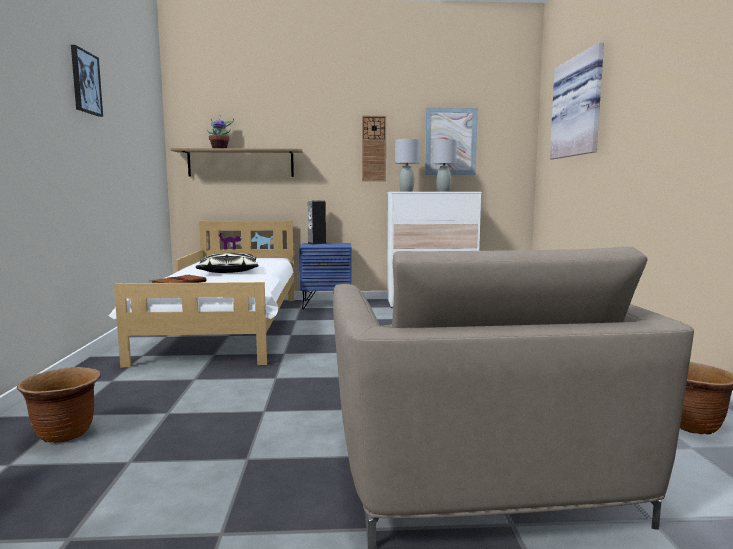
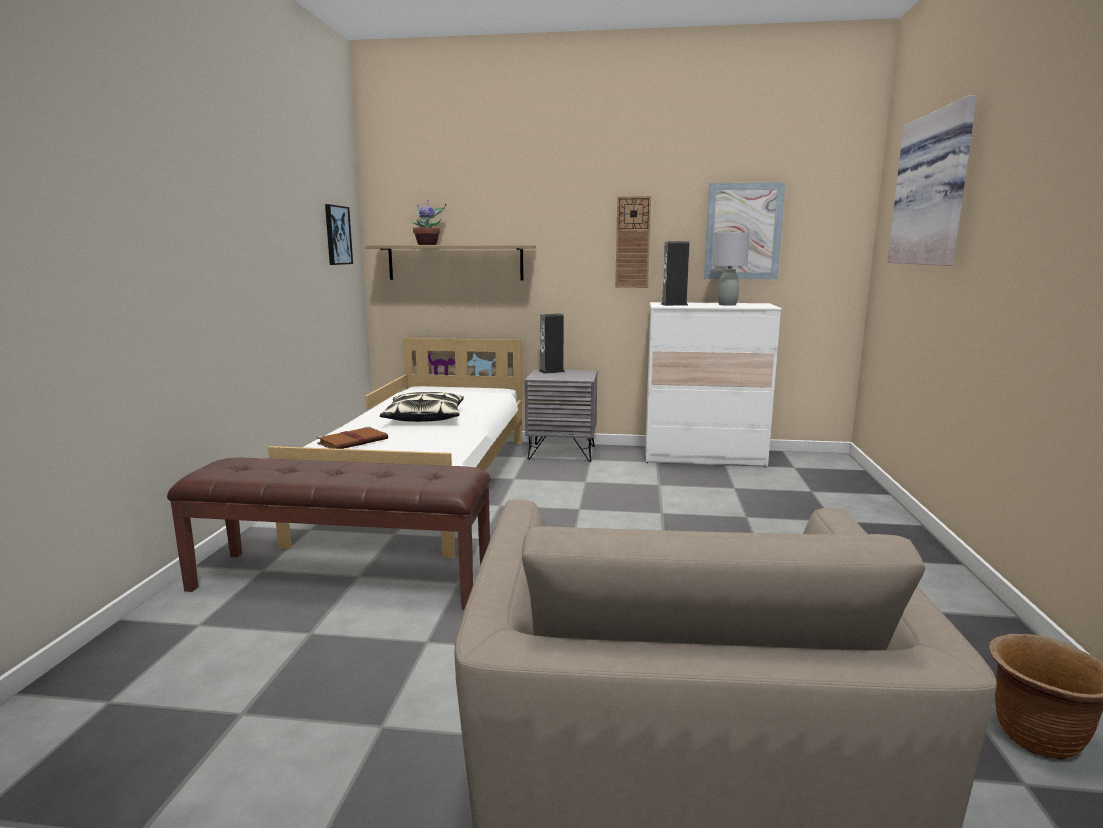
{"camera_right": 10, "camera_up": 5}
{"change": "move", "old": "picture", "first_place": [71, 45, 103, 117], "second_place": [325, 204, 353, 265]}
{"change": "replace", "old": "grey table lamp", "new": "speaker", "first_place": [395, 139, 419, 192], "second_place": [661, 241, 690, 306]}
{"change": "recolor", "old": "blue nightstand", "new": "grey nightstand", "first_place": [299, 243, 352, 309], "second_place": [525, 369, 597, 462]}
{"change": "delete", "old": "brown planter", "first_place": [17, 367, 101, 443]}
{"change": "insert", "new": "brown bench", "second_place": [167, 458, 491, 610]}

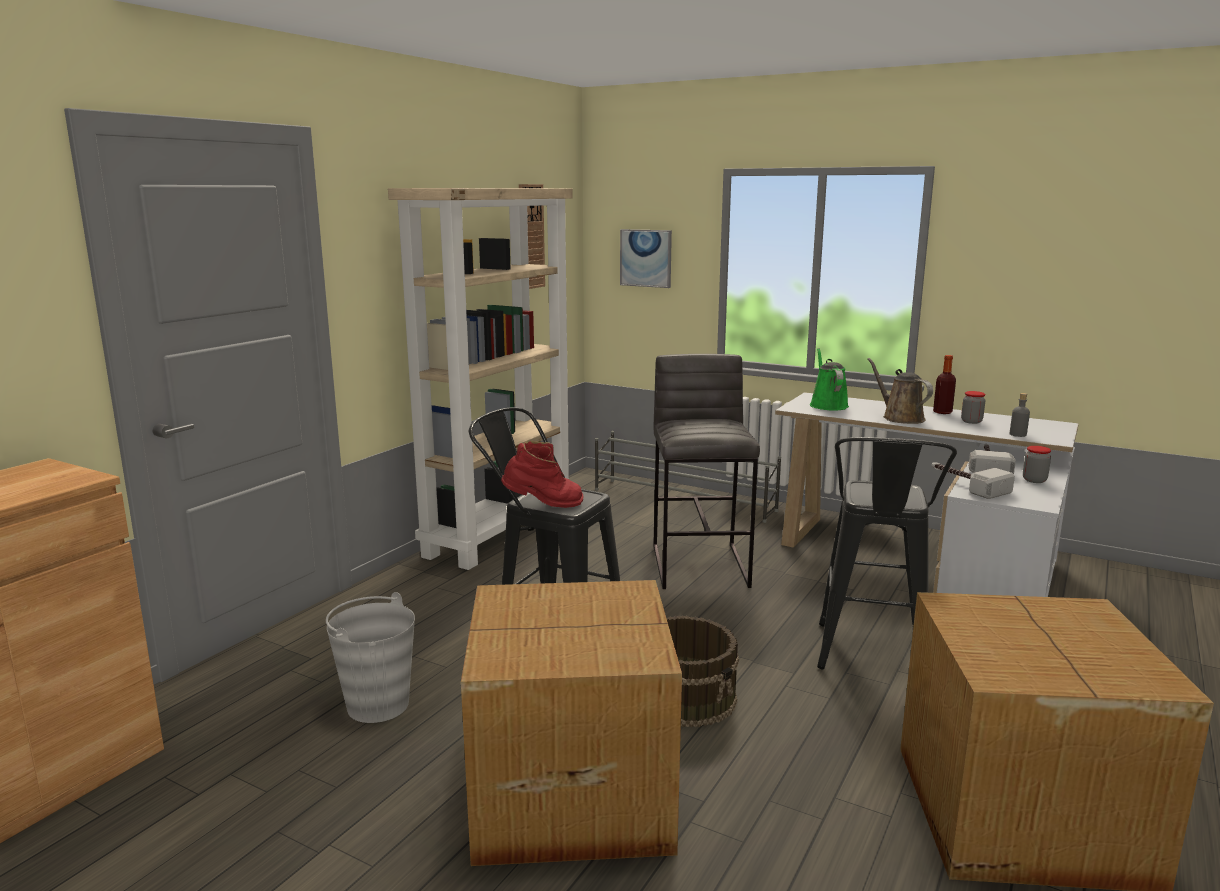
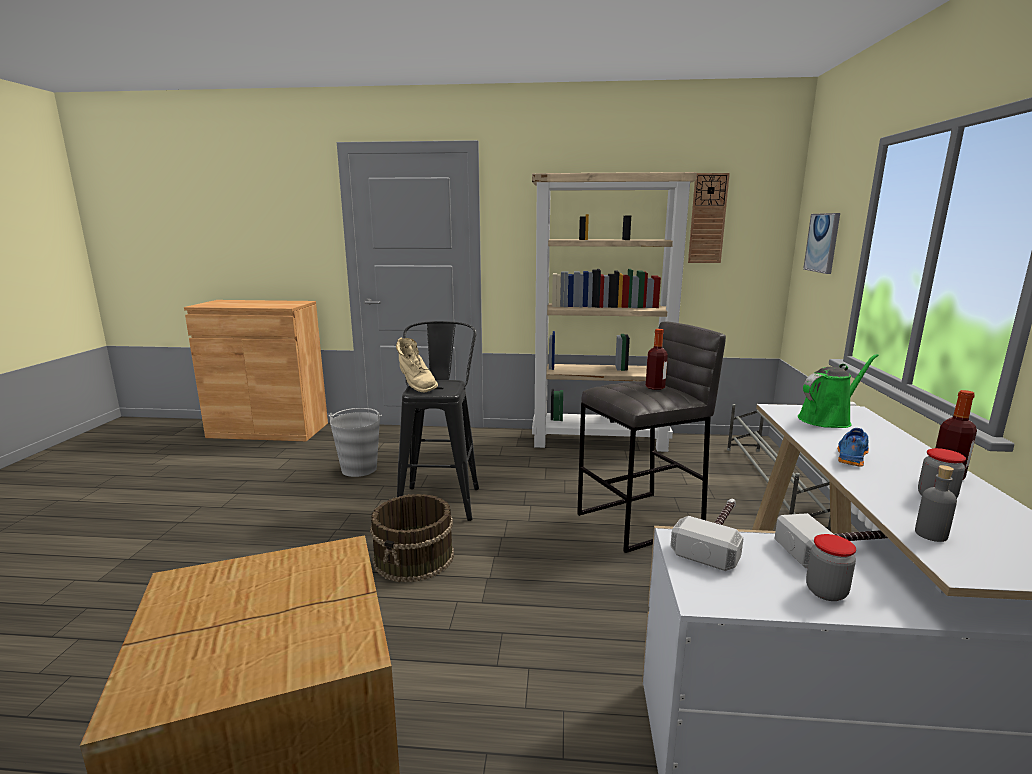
{"camera_right": 65, "camera_up": 0}
{"change": "replace", "old": "brown watering can", "new": "blue shoe", "first_place": [867, 358, 933, 424], "second_place": [837, 428, 869, 467]}
{"change": "delete", "old": "black stool", "first_place": [817, 437, 957, 669]}
{"change": "recolor", "old": "red boot", "new": "beige boot", "first_place": [501, 441, 584, 508], "second_place": [396, 338, 438, 392]}
{"change": "delete", "old": "cardboard box", "first_place": [461, 580, 682, 866]}
{"change": "insert", "new": "bottle", "second_place": [646, 329, 668, 390]}

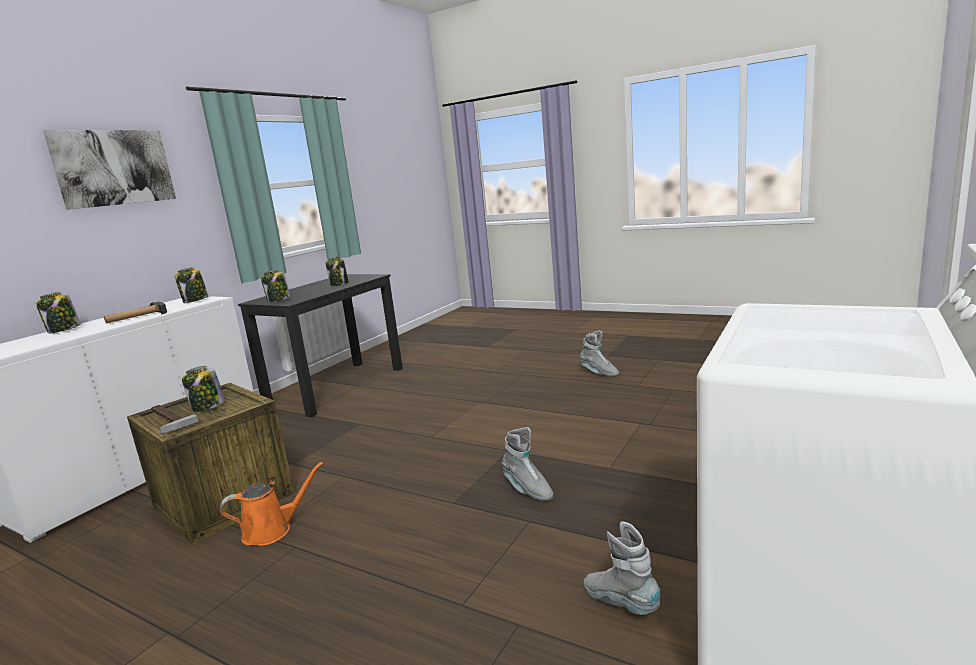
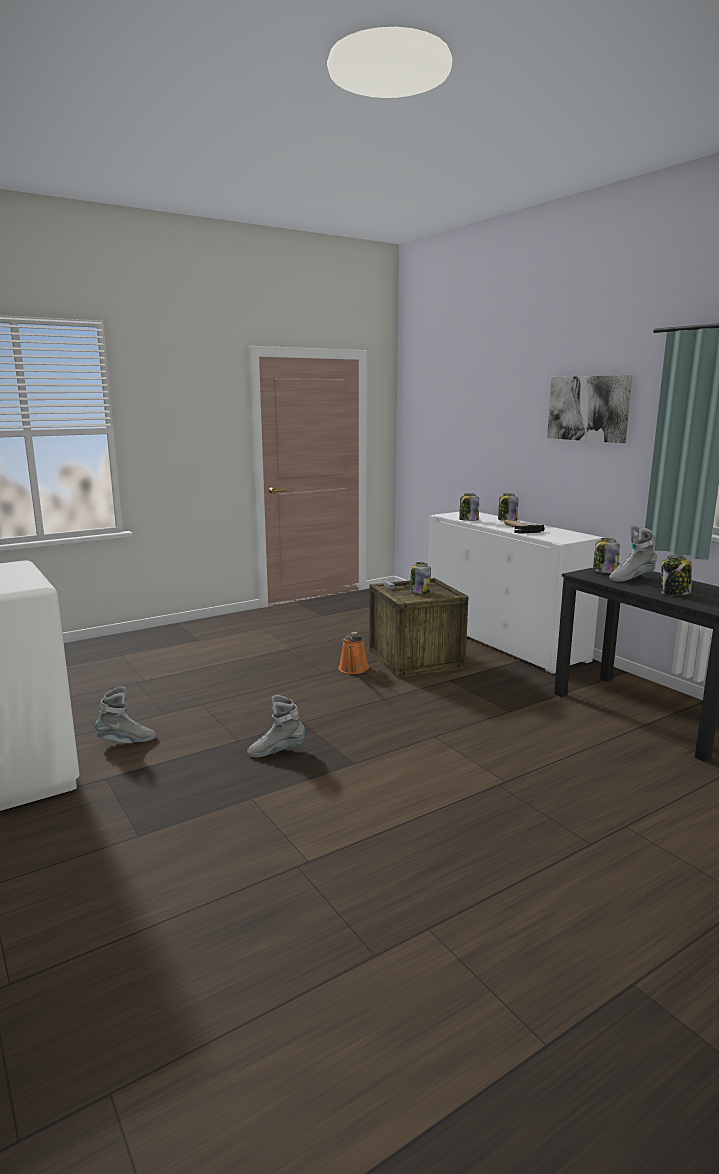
{"camera_right": 115, "camera_up": 0}
{"change": "move", "old": "jar", "first_place": [175, 267, 208, 303], "second_place": [459, 493, 479, 521]}
{"change": "move", "old": "grey boot", "first_place": [580, 331, 619, 376], "second_place": [609, 525, 657, 582]}

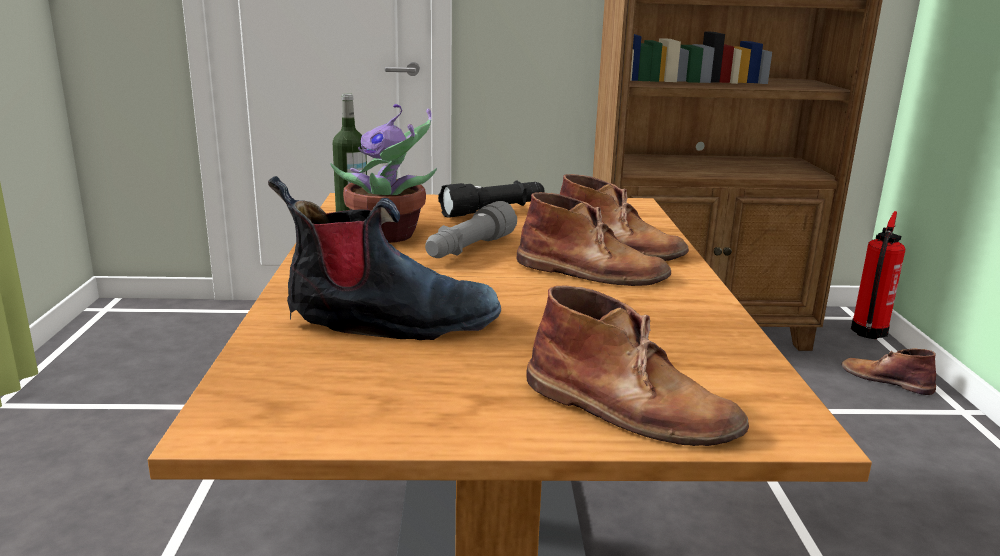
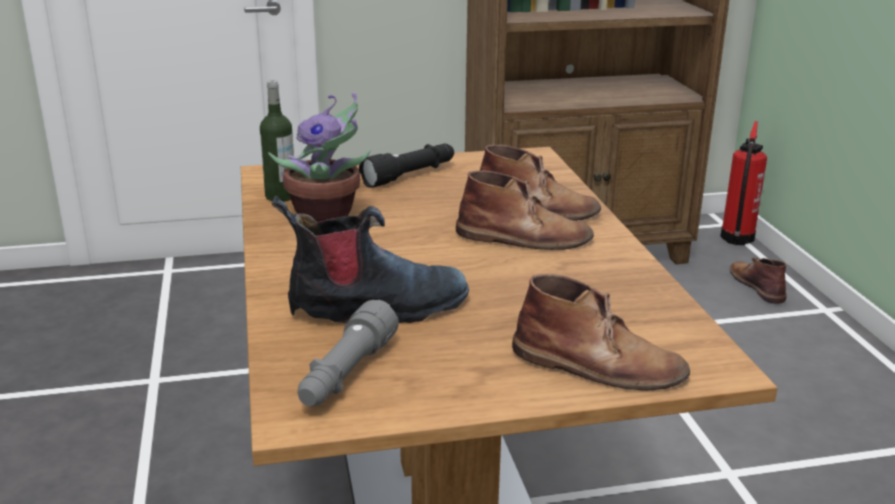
{"camera_right": -10, "camera_up": 5}
{"change": "move", "old": "grey flashlight", "first_place": [425, 201, 517, 258], "second_place": [298, 300, 399, 406]}
{"change": "rotate", "old": "brown boot", "first_place": [842, 349, 936, 395], "second_place": [730, 257, 787, 304], "degrees": 45}

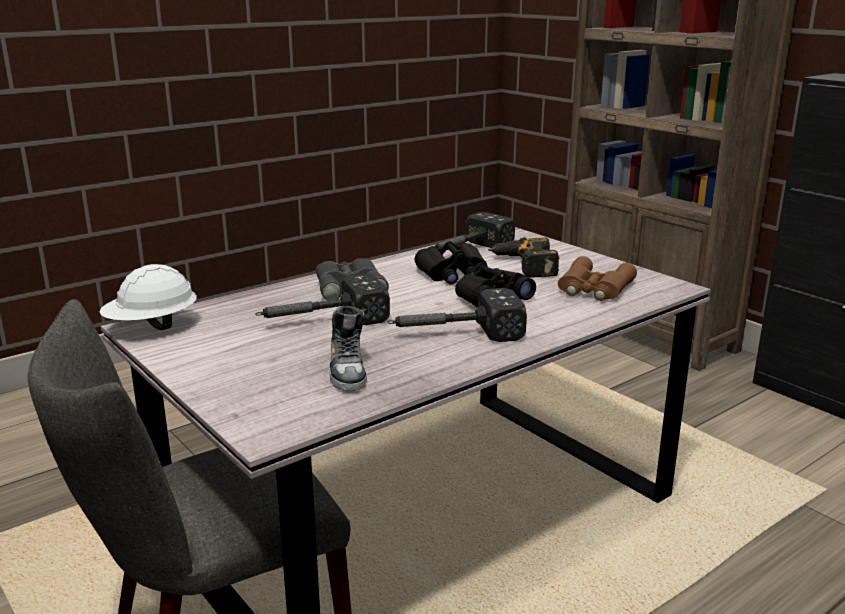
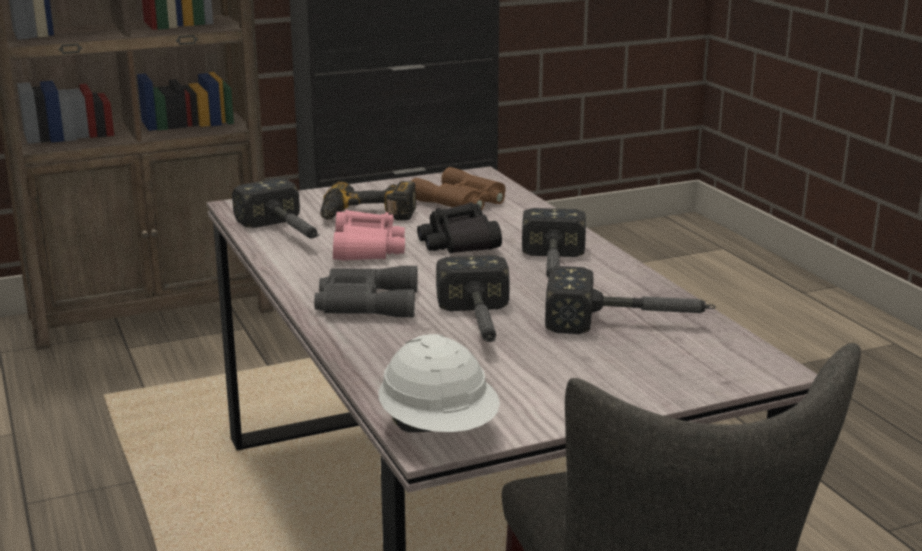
{"camera_right": -75, "camera_up": 0}
{"change": "recolor", "old": "black binoculars", "new": "pink binoculars", "first_place": [414, 241, 487, 285], "second_place": [333, 210, 405, 261]}
{"change": "replace", "old": "shoe", "new": "hammer", "first_place": [329, 306, 367, 391], "second_place": [545, 266, 716, 334]}

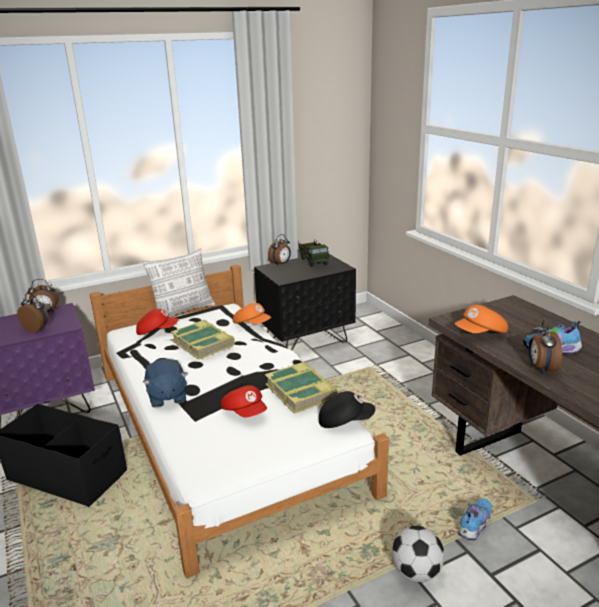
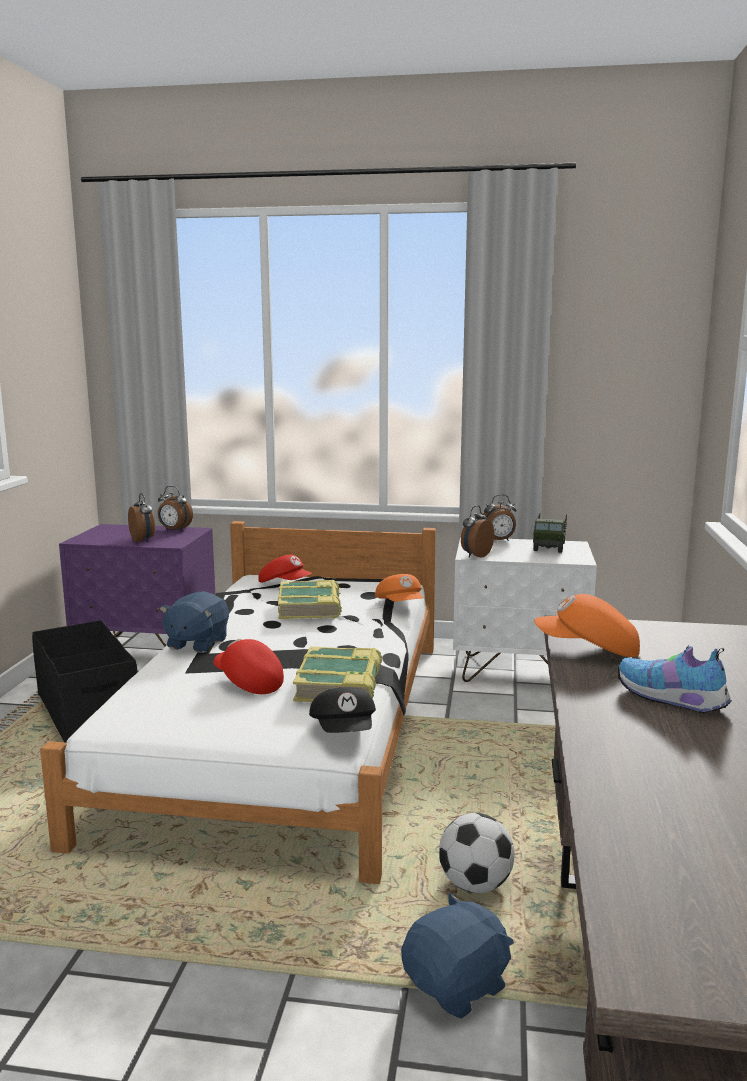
{"camera_right": 35, "camera_up": -10}
{"change": "delete", "old": "pillow", "first_place": [142, 249, 216, 317]}
{"change": "recolor", "old": "black nightstand", "new": "white nightstand", "first_place": [254, 254, 356, 350], "second_place": [453, 537, 597, 682]}
{"change": "move", "old": "alarm clock", "first_place": [528, 320, 562, 374], "second_place": [461, 505, 494, 558]}
{"change": "rotate", "old": "red cap", "first_place": [221, 385, 267, 417], "second_place": [214, 639, 284, 694], "degrees": 135}
{"change": "rotate", "old": "black cap", "first_place": [319, 391, 375, 428], "second_place": [309, 687, 376, 733], "degrees": 45}
{"change": "replace", "old": "shoe", "new": "blue plush toy", "first_place": [458, 499, 492, 540], "second_place": [401, 893, 514, 1019]}
{"change": "move", "old": "football", "first_place": [392, 526, 444, 582], "second_place": [439, 813, 515, 893]}

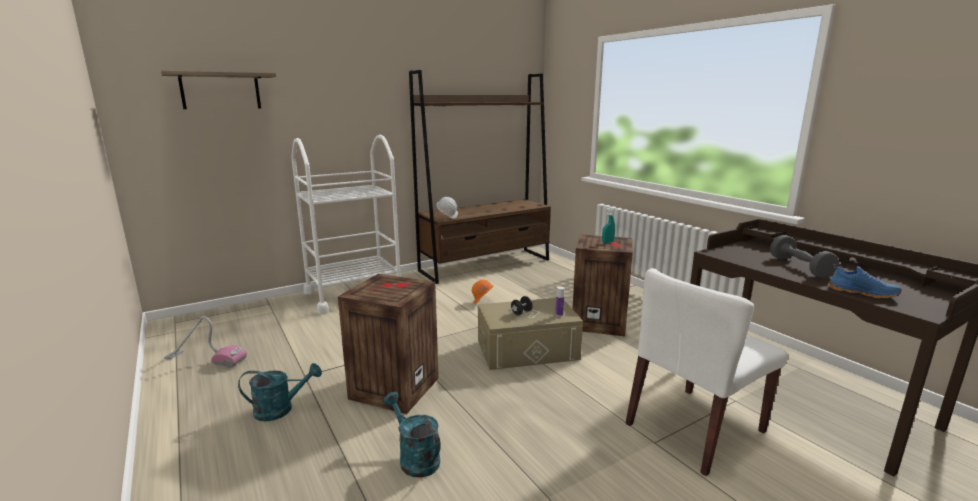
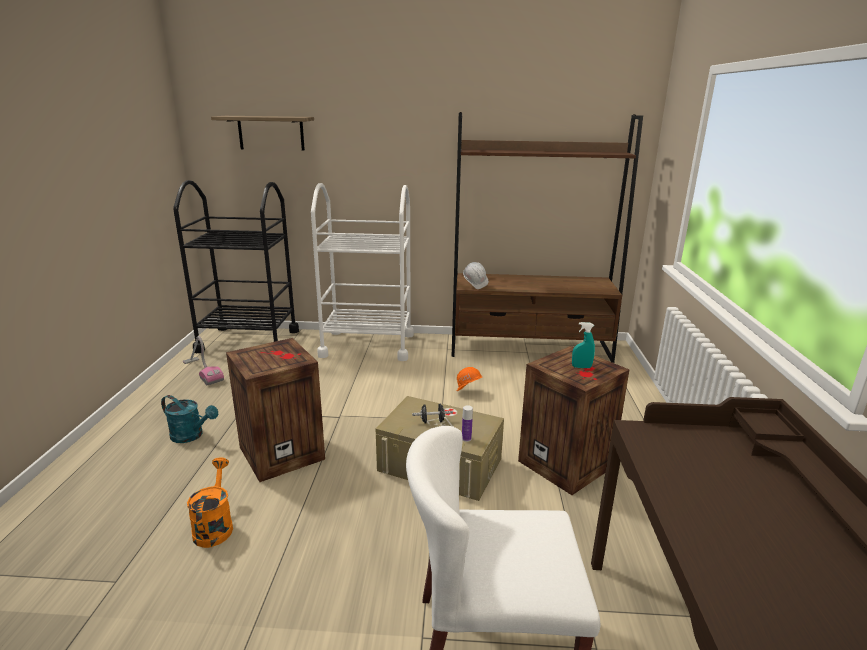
{"camera_right": 35, "camera_up": 5}
{"change": "delete", "old": "grey dumbbell", "first_place": [770, 235, 839, 278]}
{"change": "delete", "old": "blue shoe", "first_place": [828, 264, 902, 298]}
{"change": "recolor", "old": "turquoise watering can", "new": "orange watering can", "first_place": [383, 392, 441, 478], "second_place": [187, 457, 233, 548]}
{"change": "insert", "new": "black cart", "second_place": [173, 180, 299, 353]}

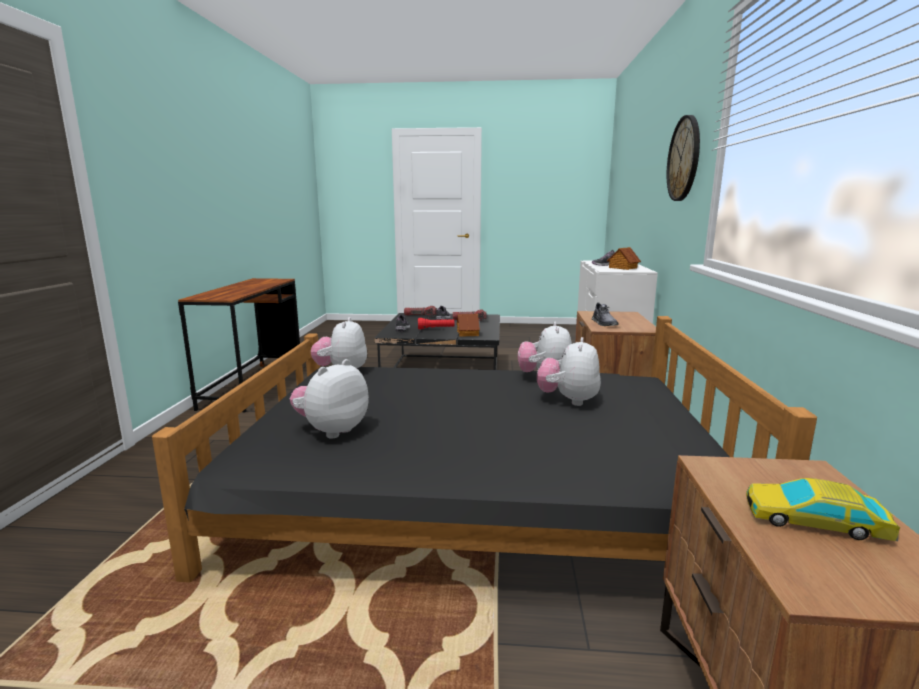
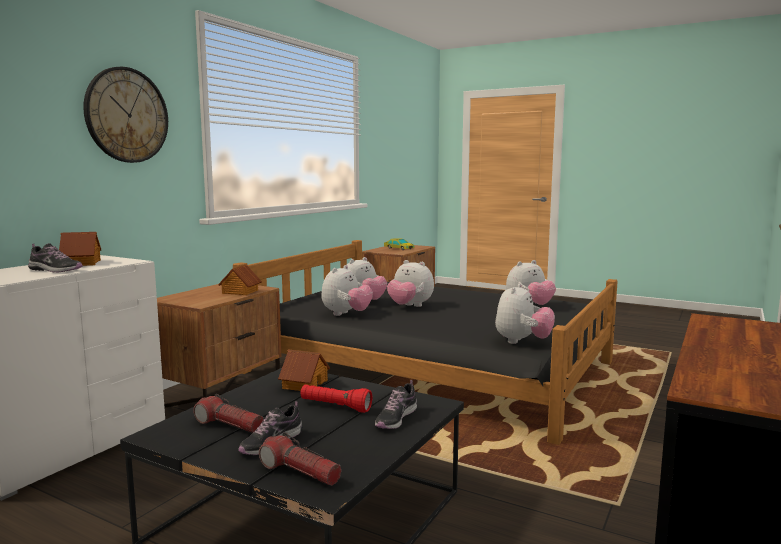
{"camera_right": -155, "camera_up": -5}
{"change": "replace", "old": "grey shoe", "new": "toy house", "first_place": [592, 302, 619, 326], "second_place": [218, 264, 262, 295]}
{"change": "insert", "new": "plush toy", "second_place": [387, 260, 434, 307]}

